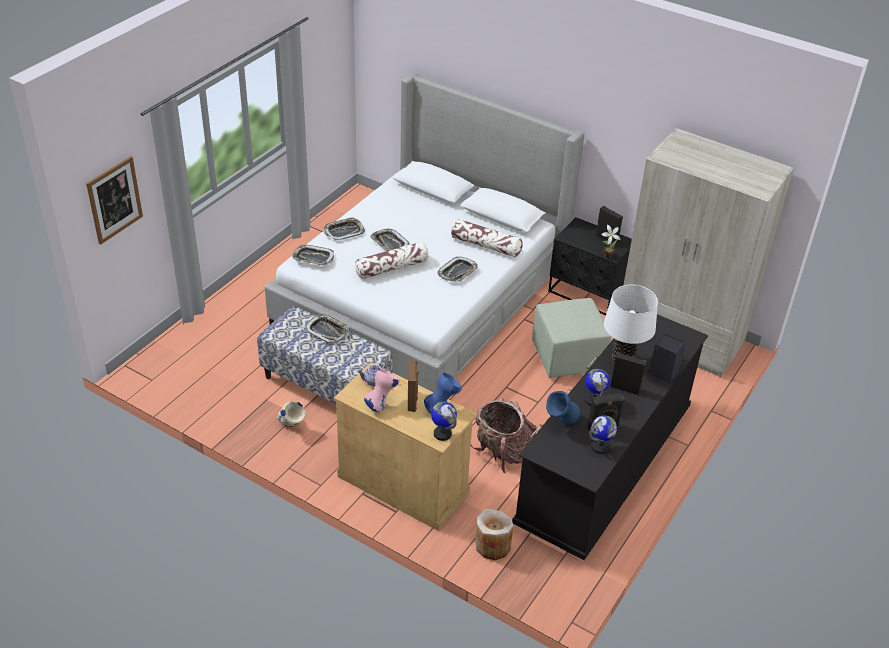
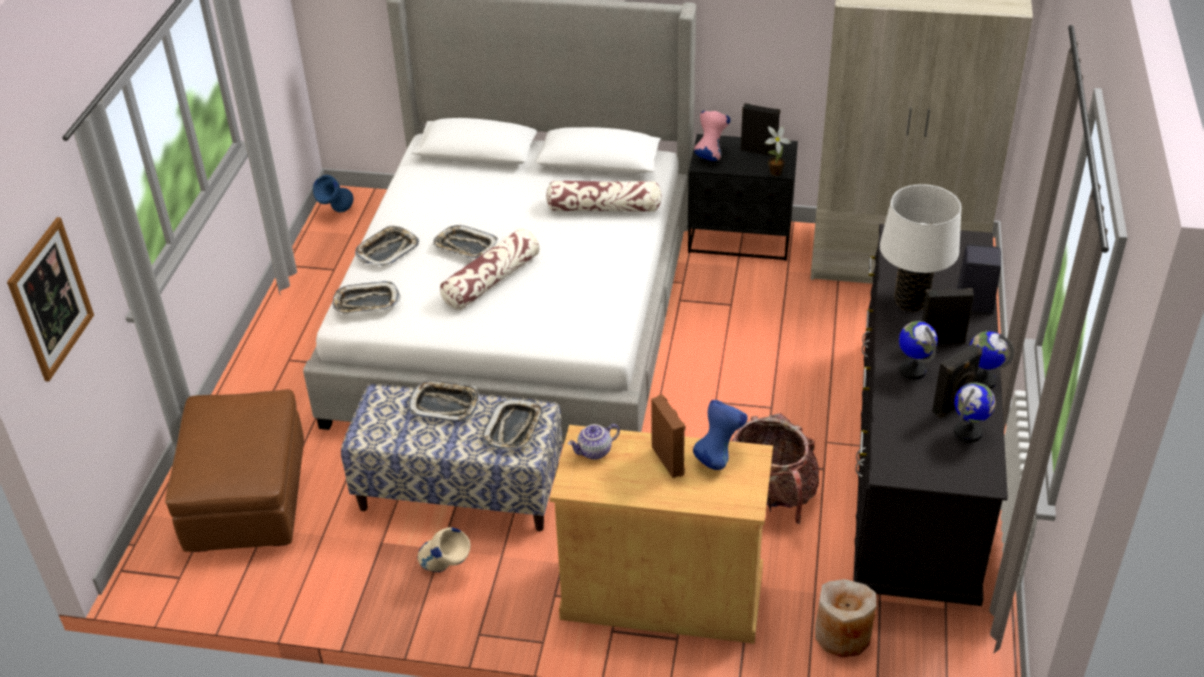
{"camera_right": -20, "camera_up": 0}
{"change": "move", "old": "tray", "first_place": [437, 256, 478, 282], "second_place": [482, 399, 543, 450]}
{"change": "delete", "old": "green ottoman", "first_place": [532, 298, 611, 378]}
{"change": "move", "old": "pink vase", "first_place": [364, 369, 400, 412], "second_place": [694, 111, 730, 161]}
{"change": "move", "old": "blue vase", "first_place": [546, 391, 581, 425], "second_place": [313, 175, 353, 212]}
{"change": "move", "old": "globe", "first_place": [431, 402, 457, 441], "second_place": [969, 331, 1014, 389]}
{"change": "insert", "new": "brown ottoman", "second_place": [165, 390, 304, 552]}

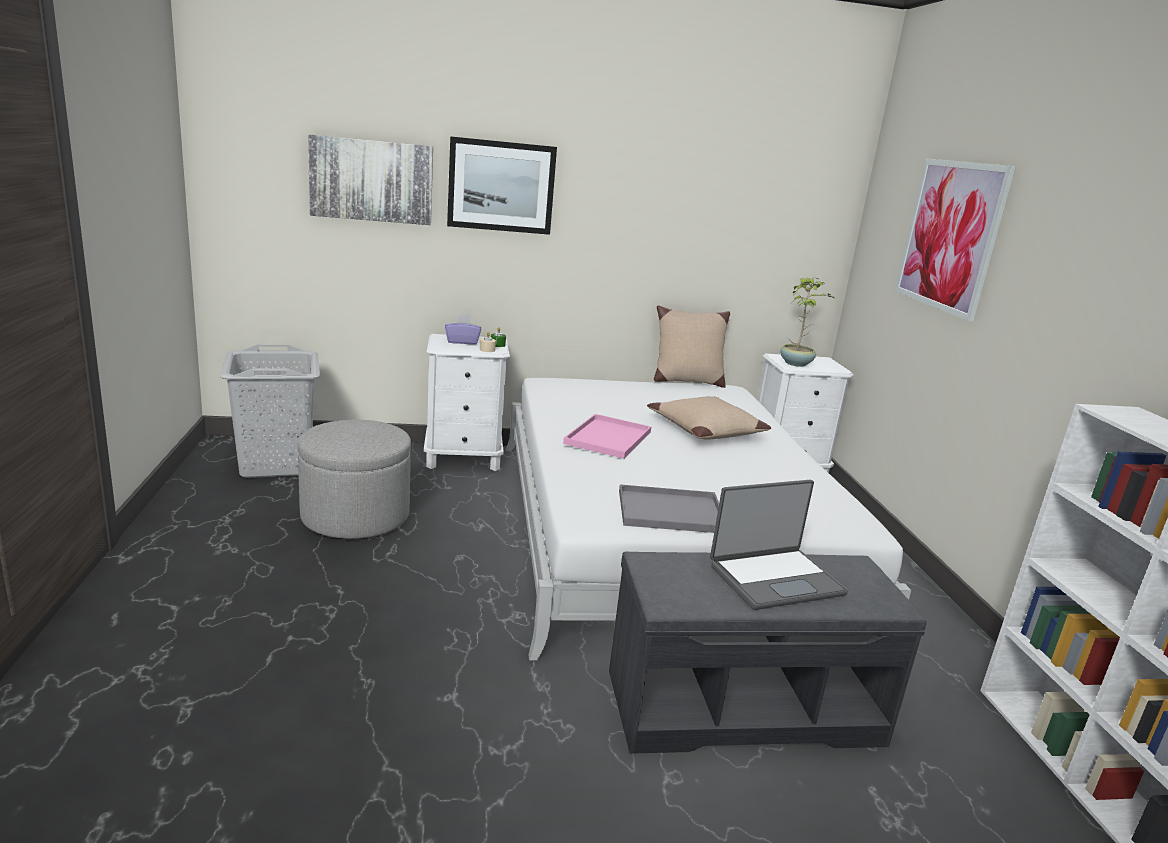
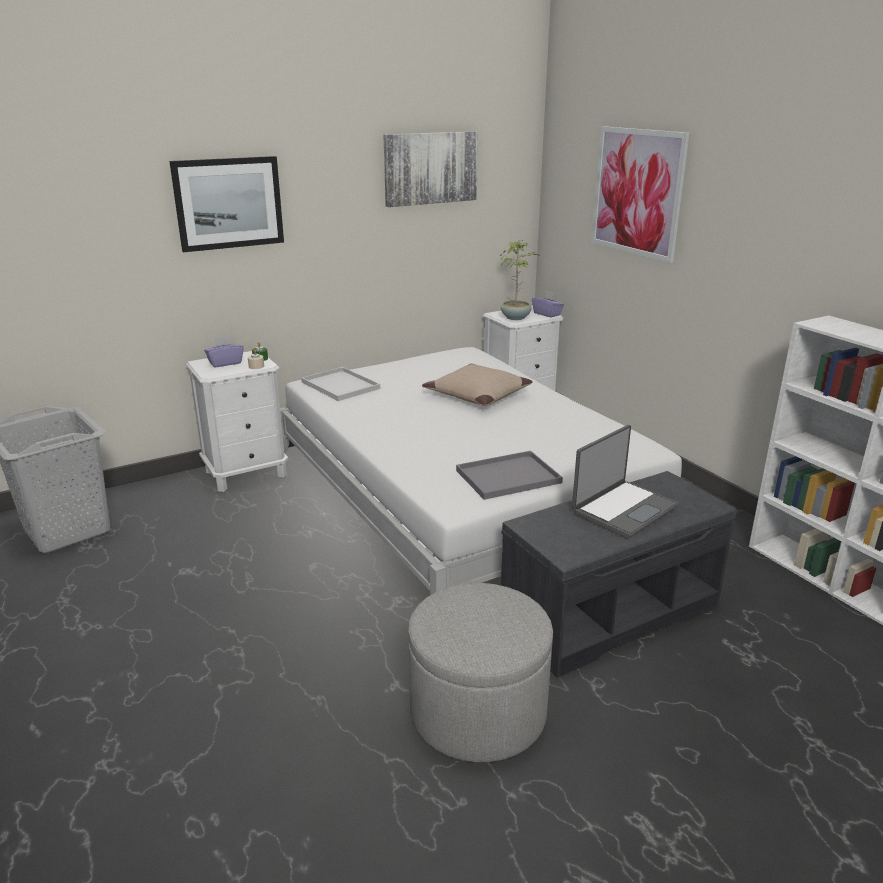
{"camera_right": -20, "camera_up": 5}
{"change": "move", "old": "picture", "first_place": [308, 134, 433, 225], "second_place": [383, 131, 478, 207]}
{"change": "delete", "old": "beige pillow", "first_place": [654, 305, 730, 388]}
{"change": "delete", "old": "pink tray", "first_place": [563, 414, 651, 459]}
{"change": "move", "old": "grey ottoman", "first_place": [298, 420, 411, 539], "second_place": [408, 583, 553, 762]}
{"change": "insert", "new": "purple tissue box", "second_place": [532, 291, 564, 318]}
{"change": "insert", "new": "white tray", "second_place": [301, 367, 380, 401]}

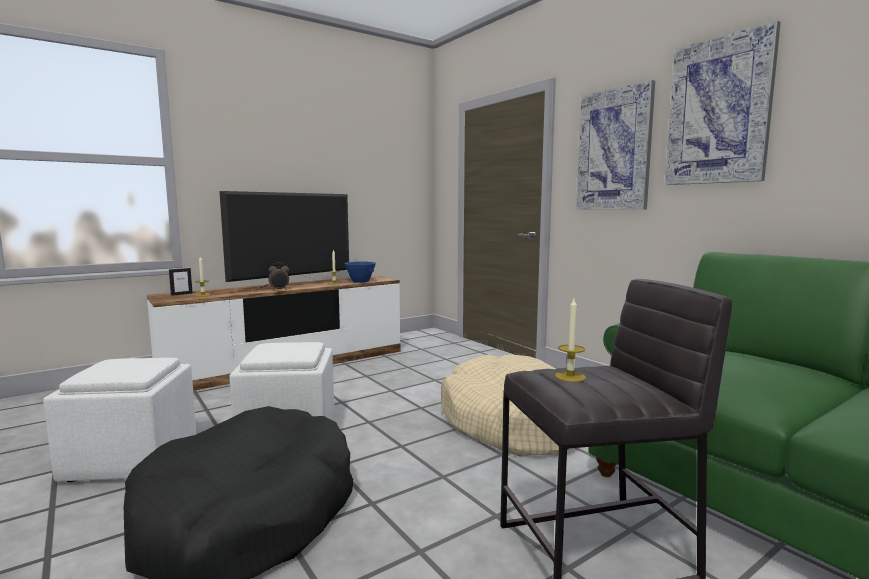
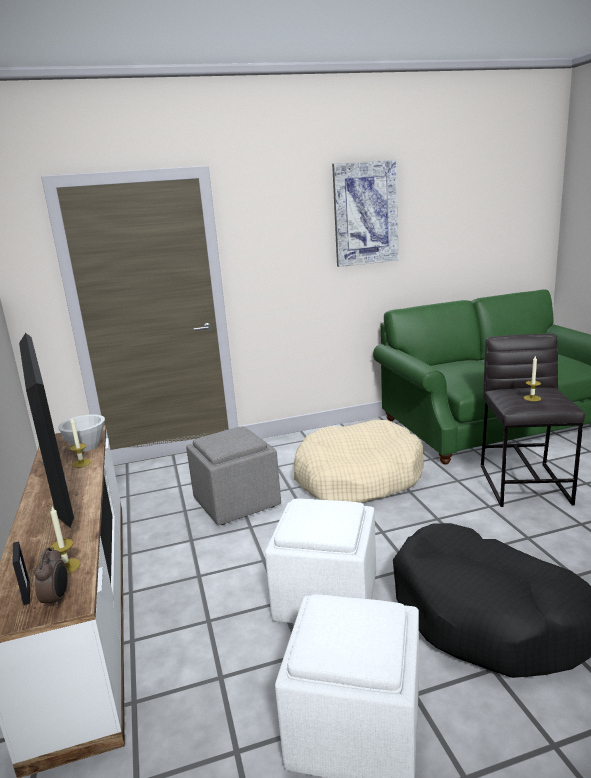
{"camera_right": -70, "camera_up": 10}
{"change": "delete", "old": "picture", "first_place": [576, 80, 655, 210]}
{"change": "move", "old": "alarm clock", "first_place": [268, 262, 289, 290], "second_place": [34, 547, 68, 608]}
{"change": "recolor", "old": "blue bowl", "new": "white bowl", "first_place": [344, 262, 376, 283], "second_place": [58, 415, 105, 452]}
{"change": "insert", "new": "grey ottoman", "second_place": [186, 427, 281, 525]}

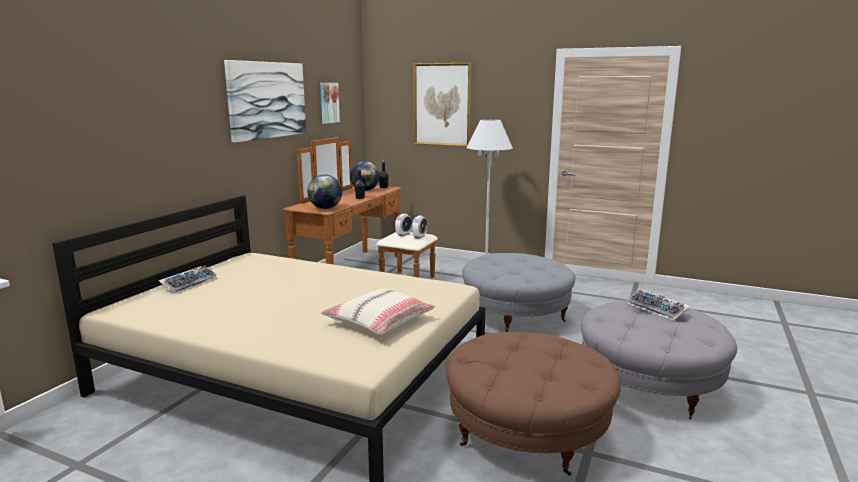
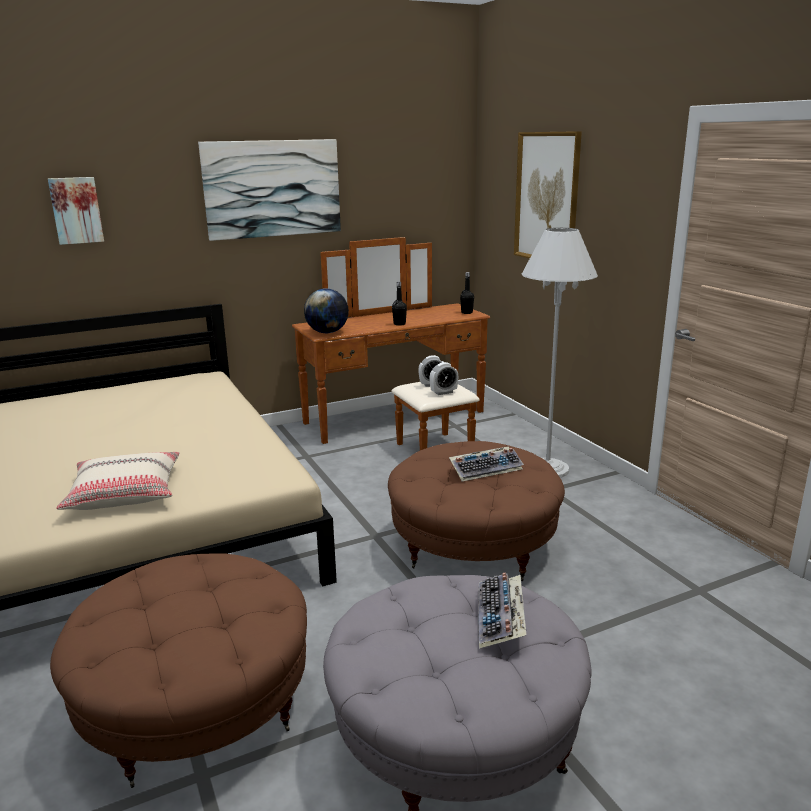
{"camera_right": 40, "camera_up": 5}
{"change": "move", "old": "picture", "first_place": [320, 83, 340, 124], "second_place": [48, 177, 104, 245]}
{"change": "delete", "old": "globe", "first_place": [350, 161, 380, 191]}
{"change": "recolor", "old": "grey ottoman", "new": "brown ottoman", "first_place": [462, 253, 576, 332], "second_place": [388, 441, 565, 581]}
{"change": "move", "old": "keyboard", "first_place": [158, 266, 217, 294], "second_place": [449, 447, 524, 481]}

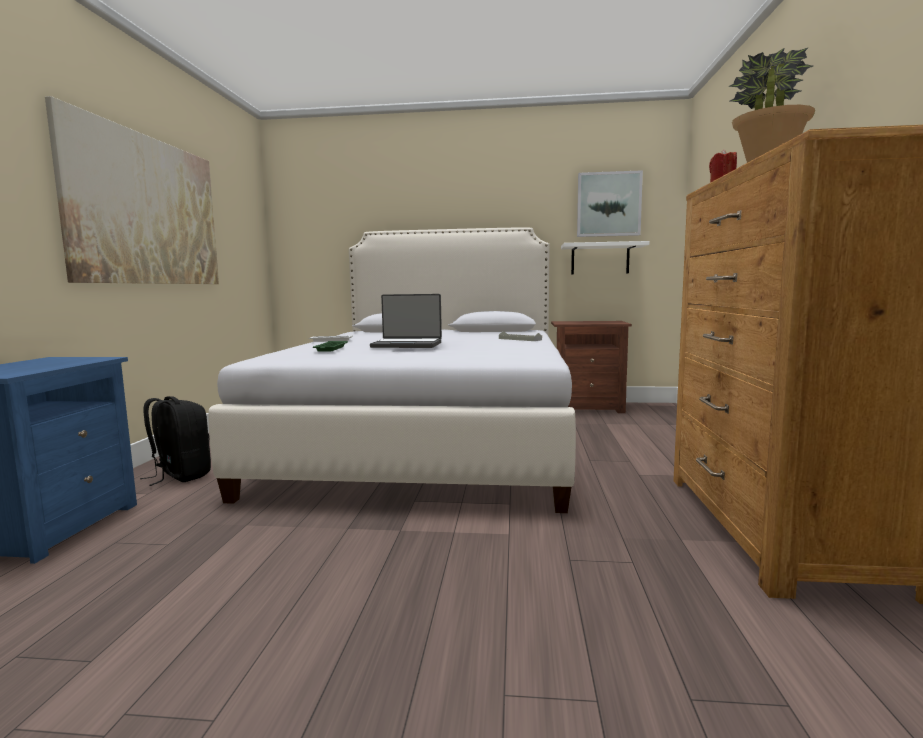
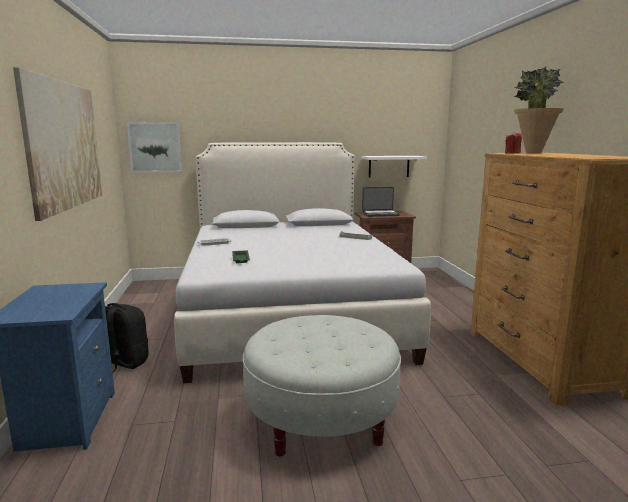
{"camera_right": -15, "camera_up": 5}
{"change": "move", "old": "picture", "first_place": [577, 170, 643, 237], "second_place": [127, 122, 182, 173]}
{"change": "move", "old": "laptop", "first_place": [370, 294, 442, 348], "second_place": [362, 187, 400, 217]}
{"change": "insert", "new": "white ottoman", "second_place": [243, 315, 401, 456]}

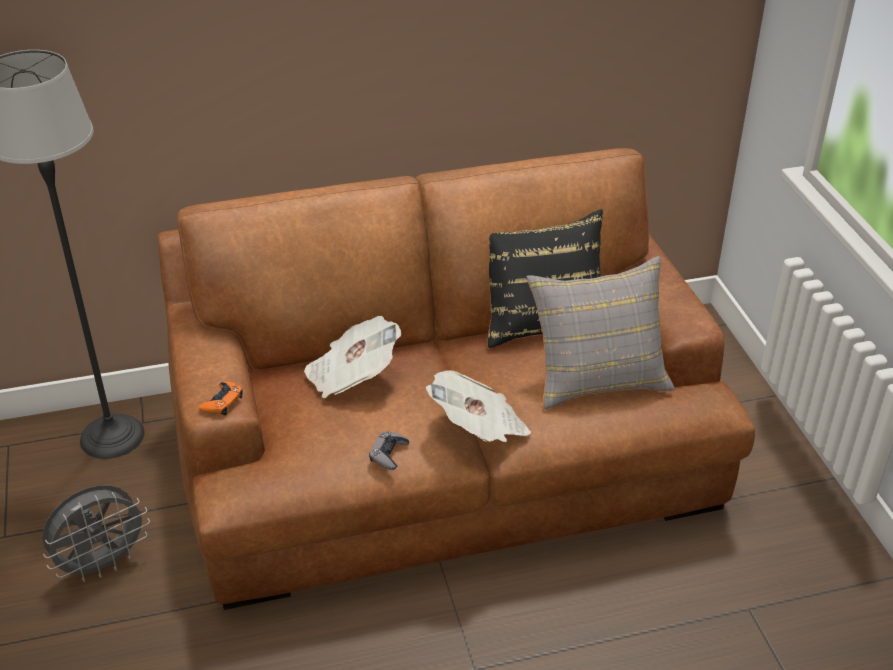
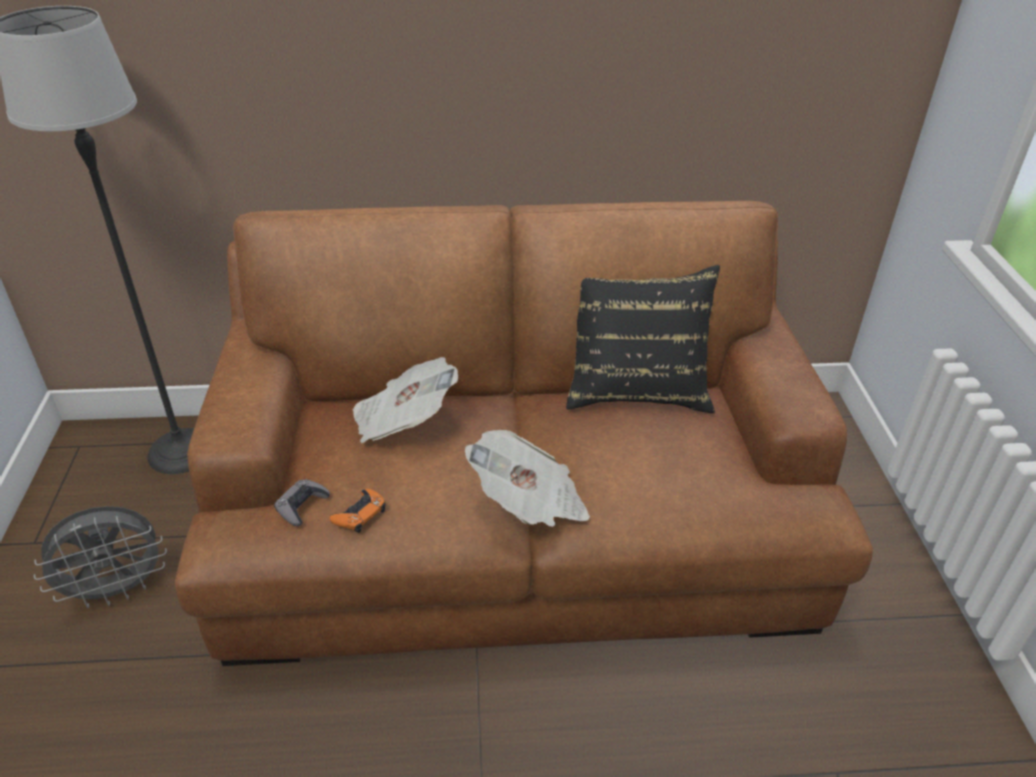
{"camera_right": 10, "camera_up": 0}
{"change": "delete", "old": "grey pillow", "first_place": [527, 256, 675, 409]}
{"change": "move", "old": "orange game controller", "first_place": [199, 381, 243, 415], "second_place": [330, 489, 385, 533]}
{"change": "move", "old": "grey game controller", "first_place": [369, 431, 409, 470], "second_place": [274, 479, 330, 526]}

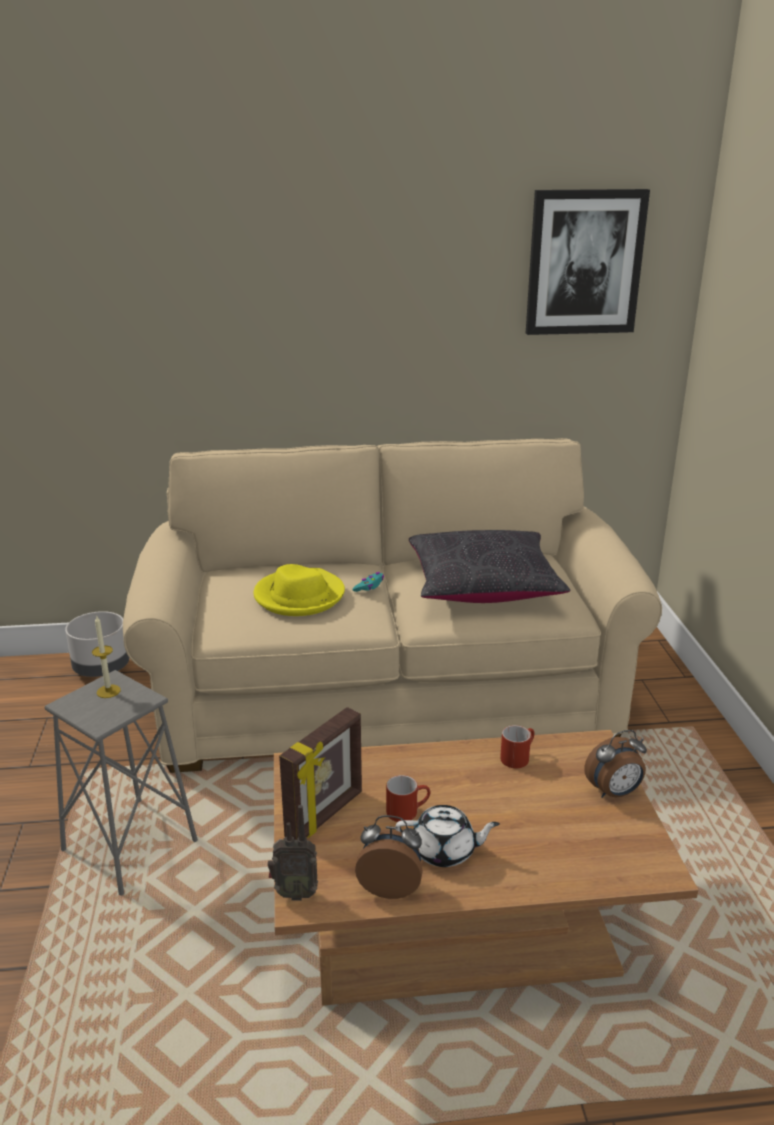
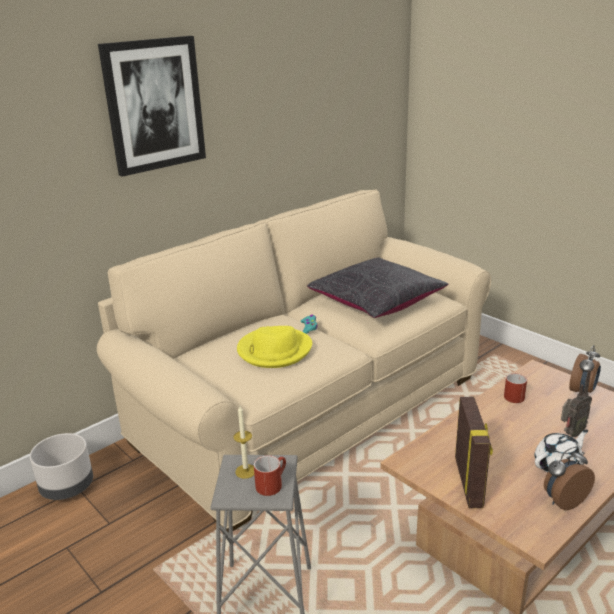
{"camera_right": -35, "camera_up": 0}
{"change": "move", "old": "picture", "first_place": [526, 189, 650, 335], "second_place": [98, 36, 206, 177]}
{"change": "move", "old": "red mug", "first_place": [386, 775, 430, 822], "second_place": [254, 455, 286, 496]}
{"change": "move", "old": "radio", "first_place": [268, 805, 318, 901], "second_place": [561, 369, 592, 437]}

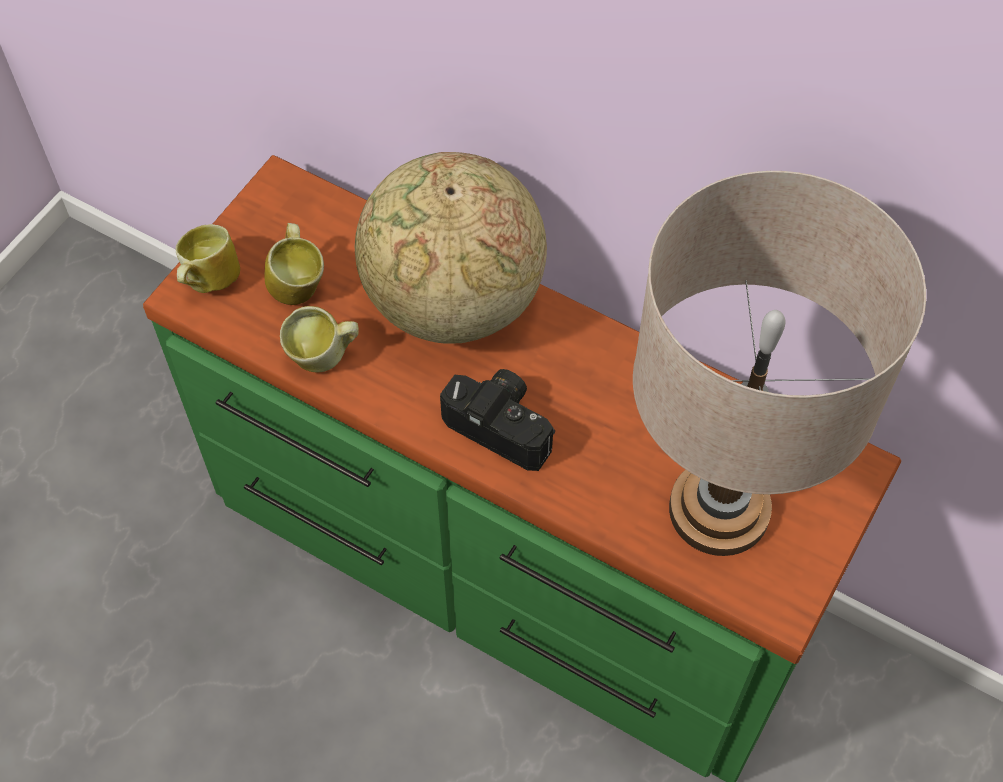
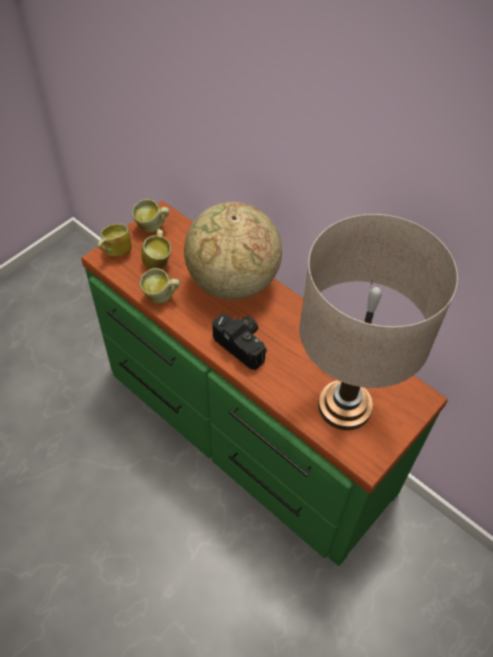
{"camera_right": 10, "camera_up": -5}
{"change": "insert", "new": "mug", "second_place": [132, 199, 169, 233]}

